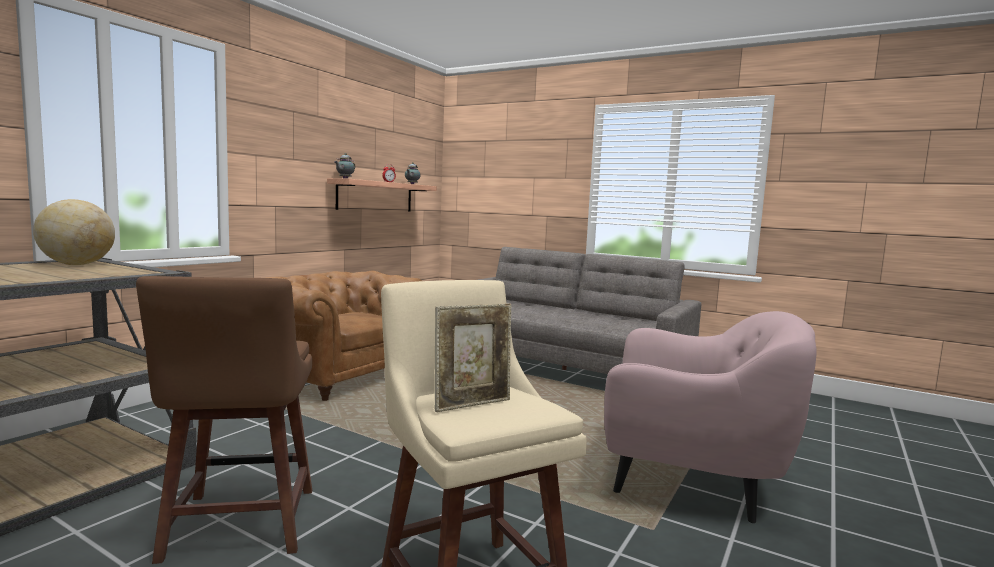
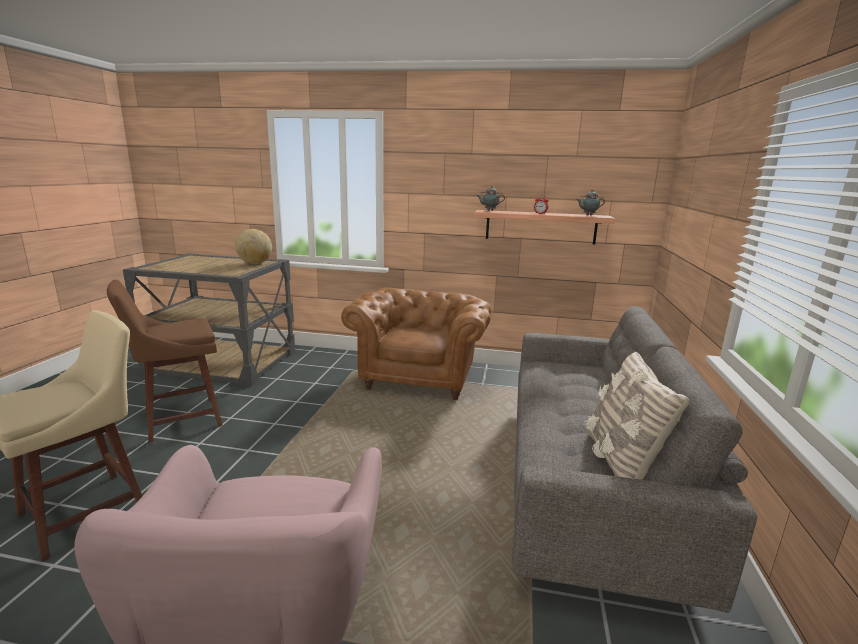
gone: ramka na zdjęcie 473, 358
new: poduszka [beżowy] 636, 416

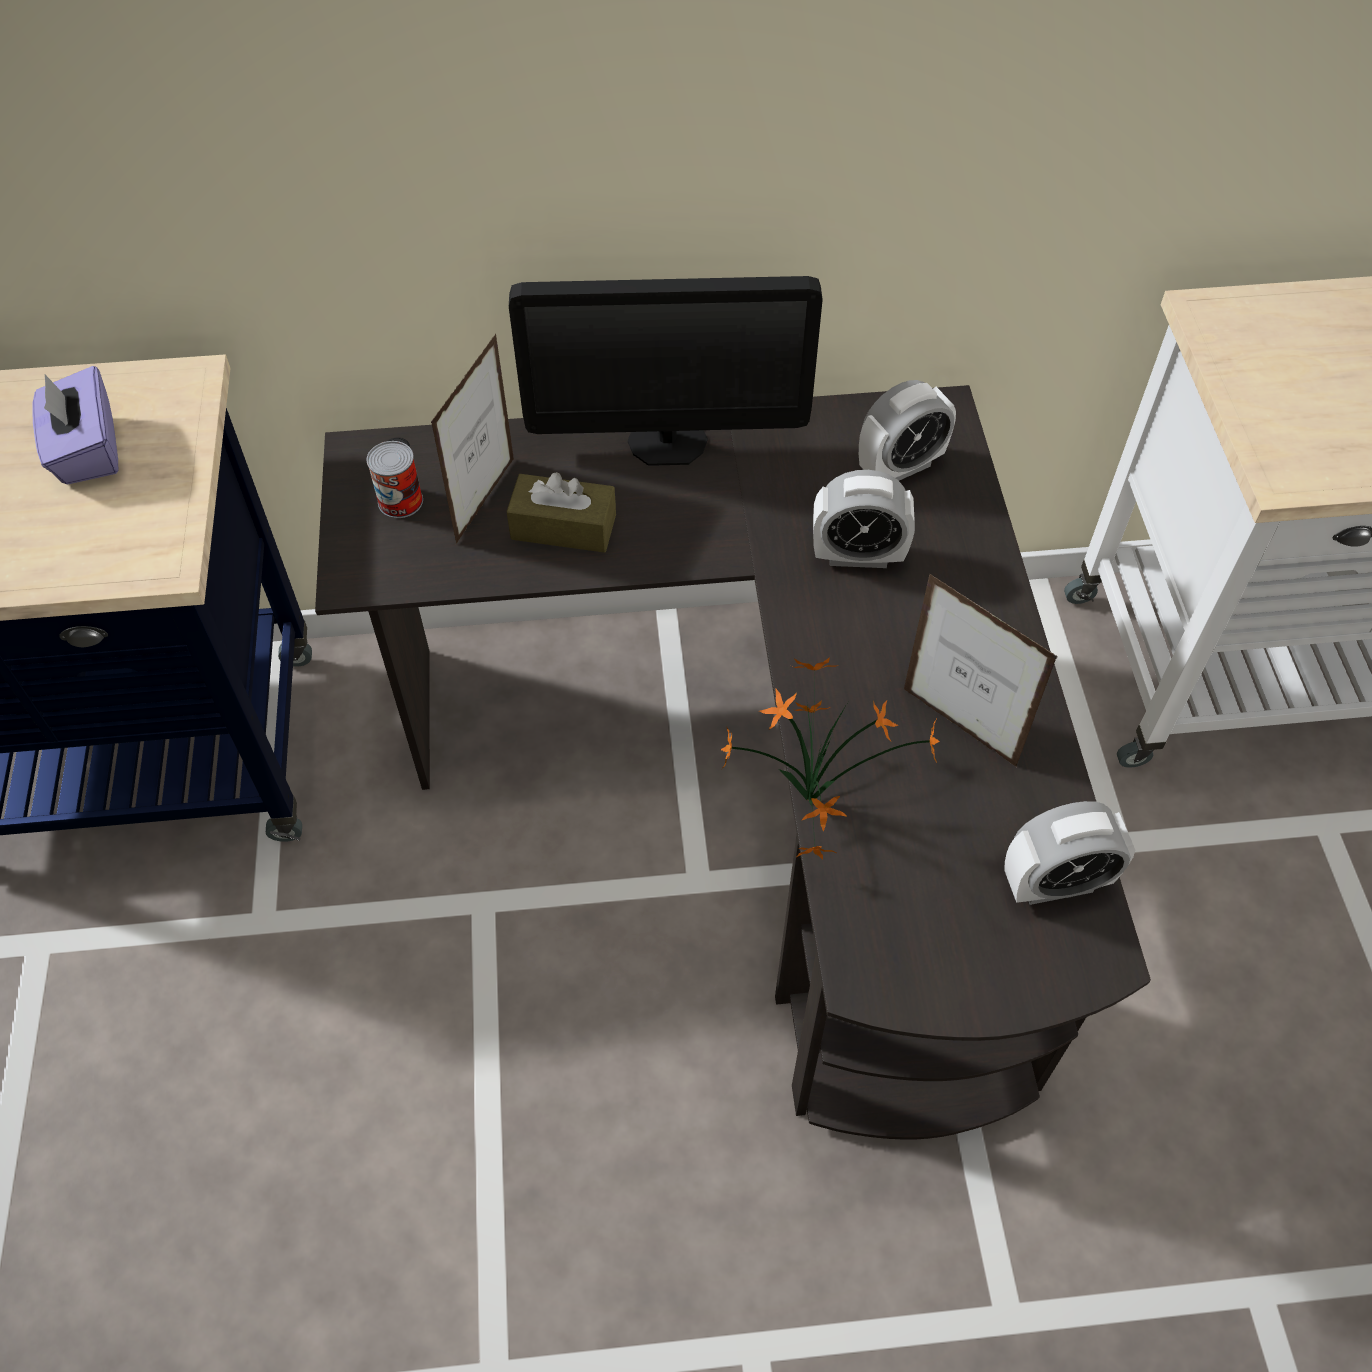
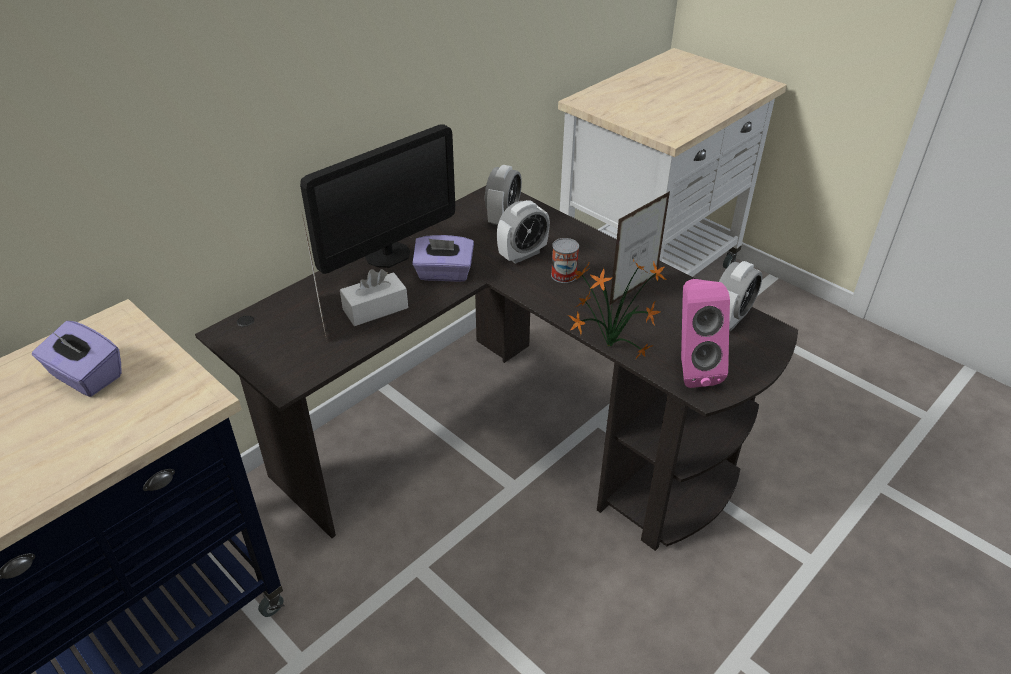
new: pudełko chusteczek [fioletowy] 443, 258; głośnik [różowy] 705, 333
shifted: puszka 394, 479 to 565, 260
repainted: pudełko chusteczek [brązowy] 561, 512 to pudełko chusteczek [biały] 374, 297
rotated: ramka na zdjęcie 981, 670 = 640, 248 45 degrees counterclockwise

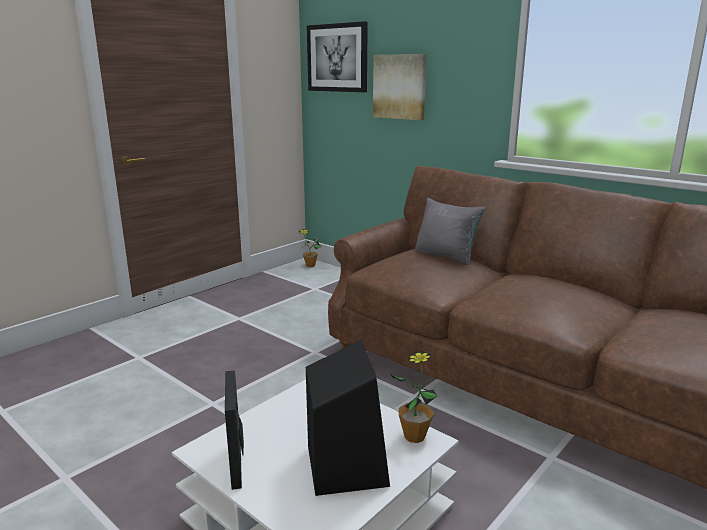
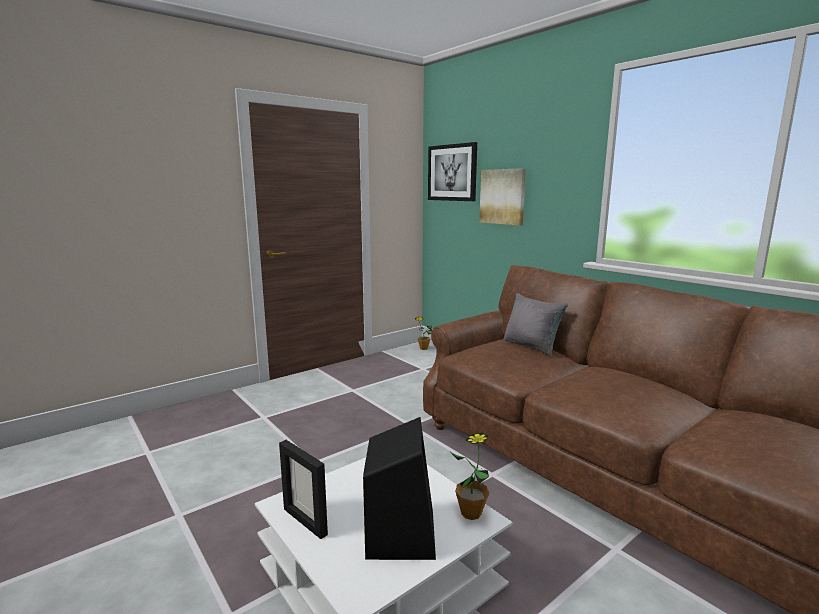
rotated: ramka na zdjęcie 234, 430 = 303, 489 45 degrees counterclockwise

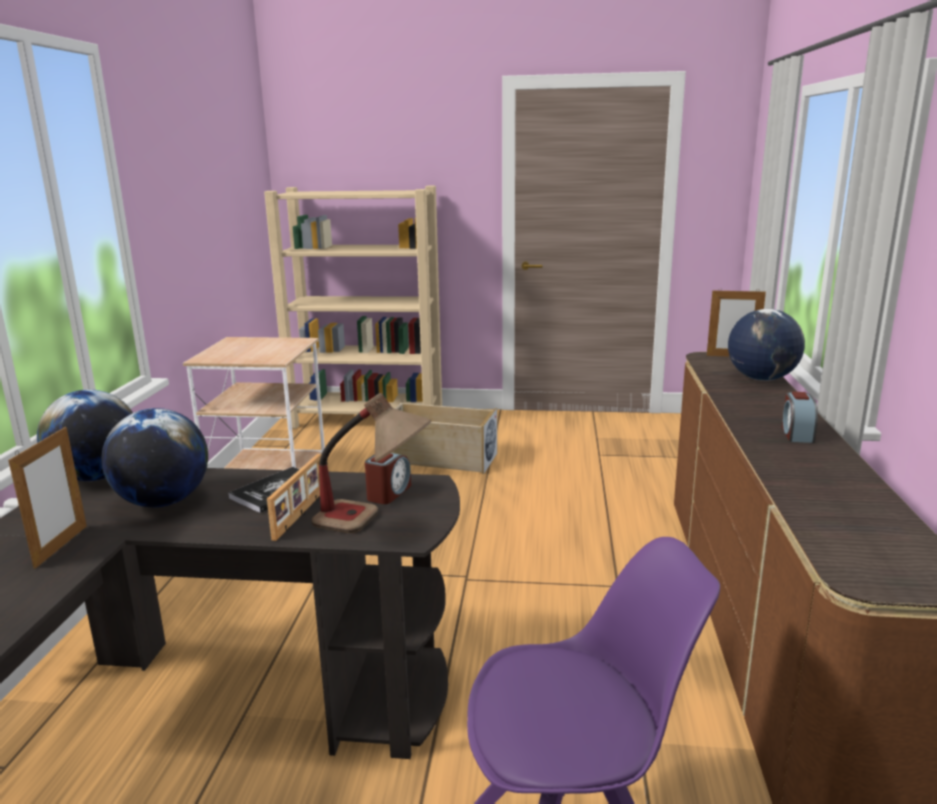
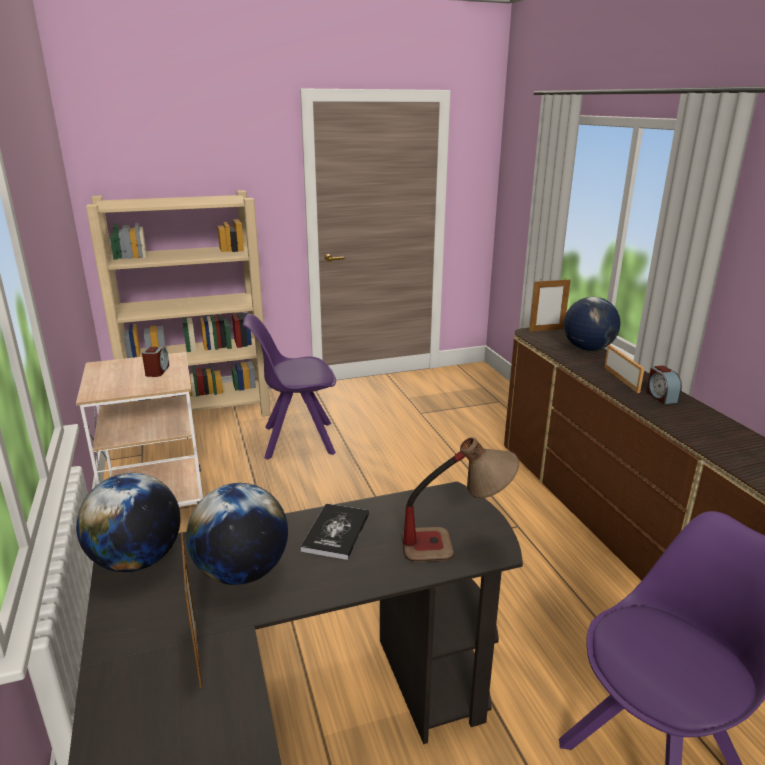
shifted: ramka na zdjęcie 294, 497 to 624, 369; budzik 388, 478 to 155, 362
swapped: pojemnik do przechowywania [beżowy] 444, 438 to krzesło [fioletowy] 289, 387

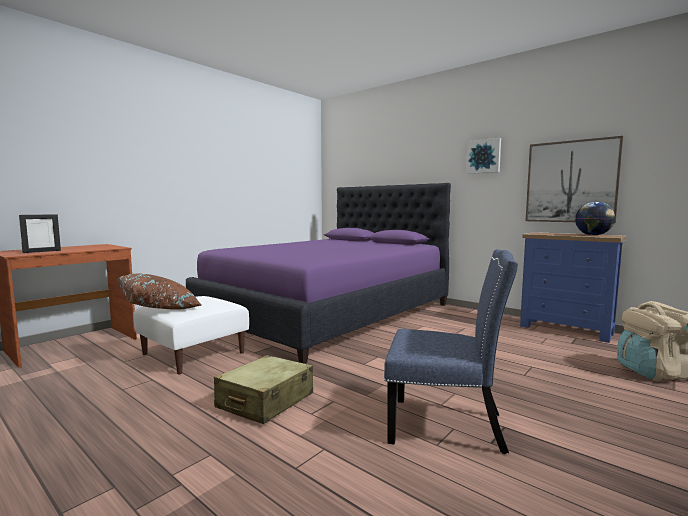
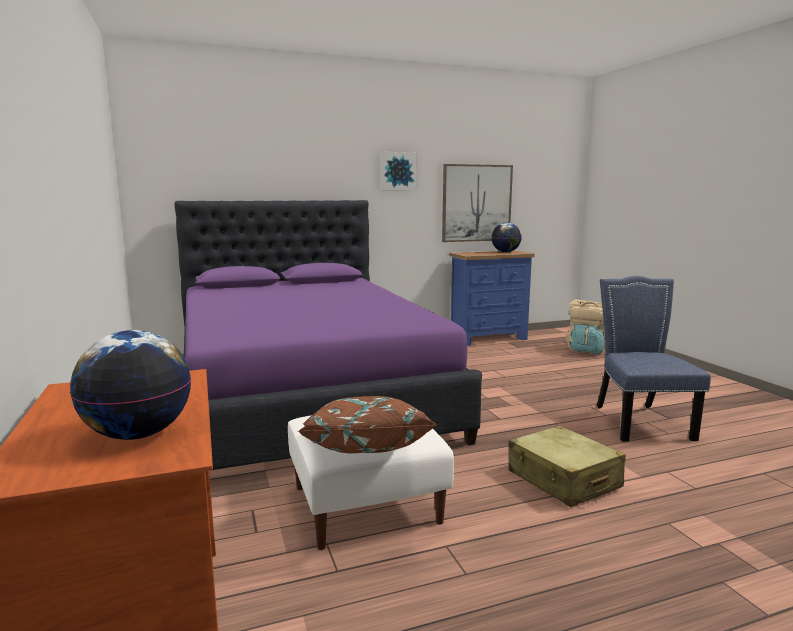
swapped: ramka na zdjęcie 40, 233 to globus 130, 385
rotated: krzesło [niebieski] 451, 351 = 654, 359 45 degrees counterclockwise

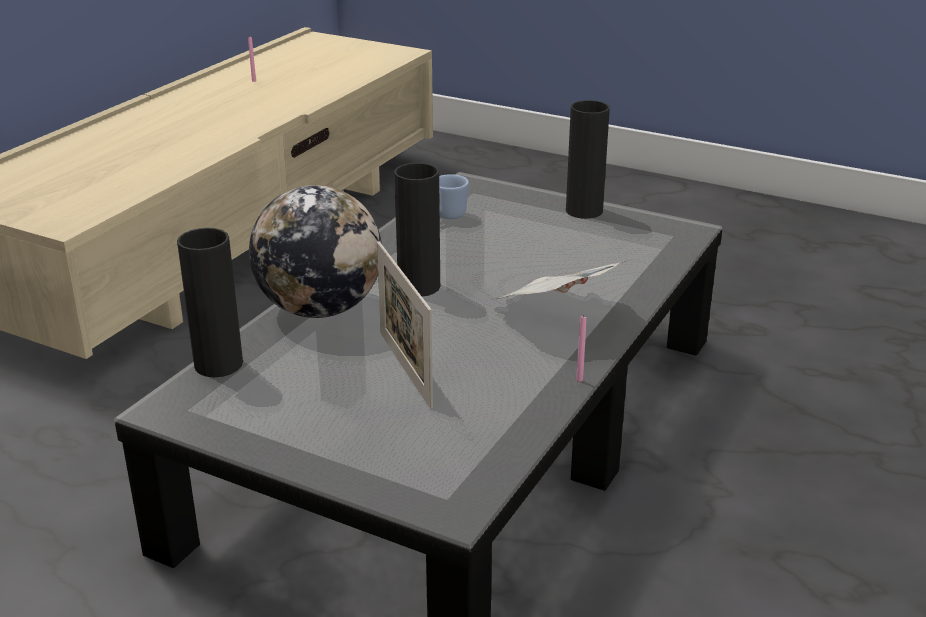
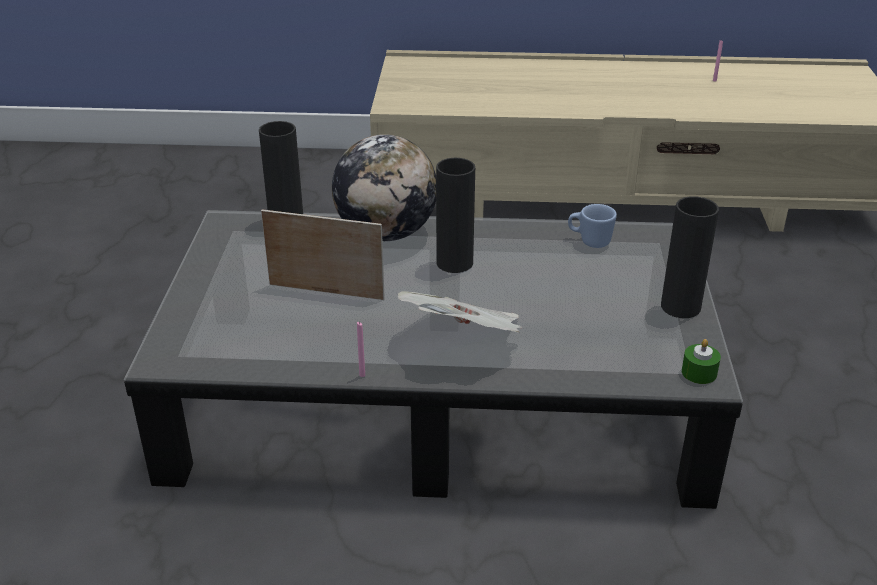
new: świeca [zielony] 701, 361
rotated: ramka na zdjęcie 405, 325 = 323, 254 60 degrees clockwise

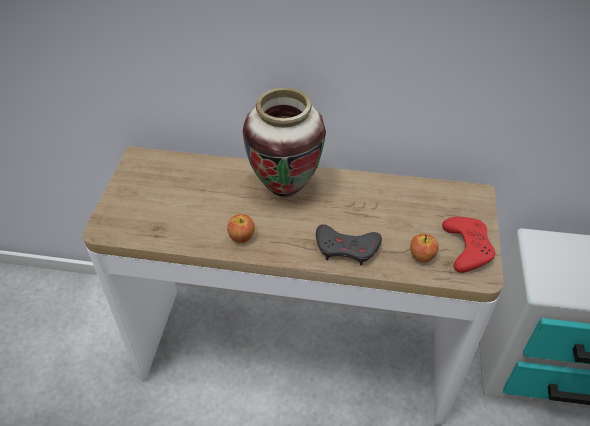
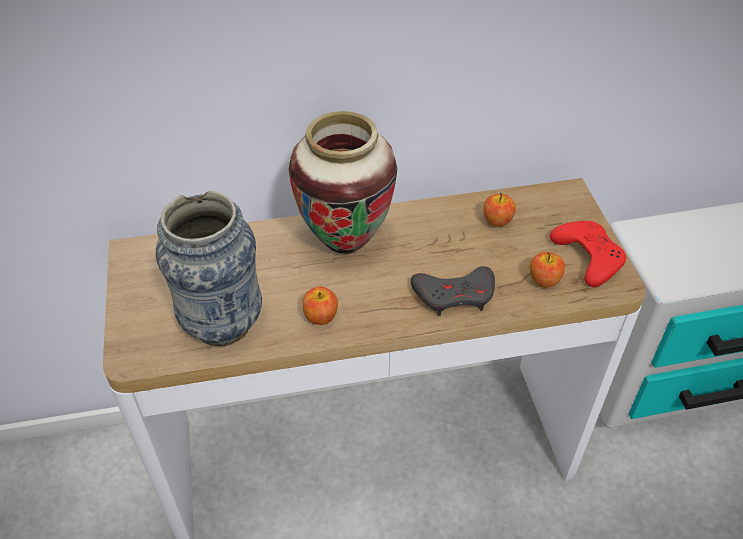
new: wazon 209, 268; jabłko 500, 210

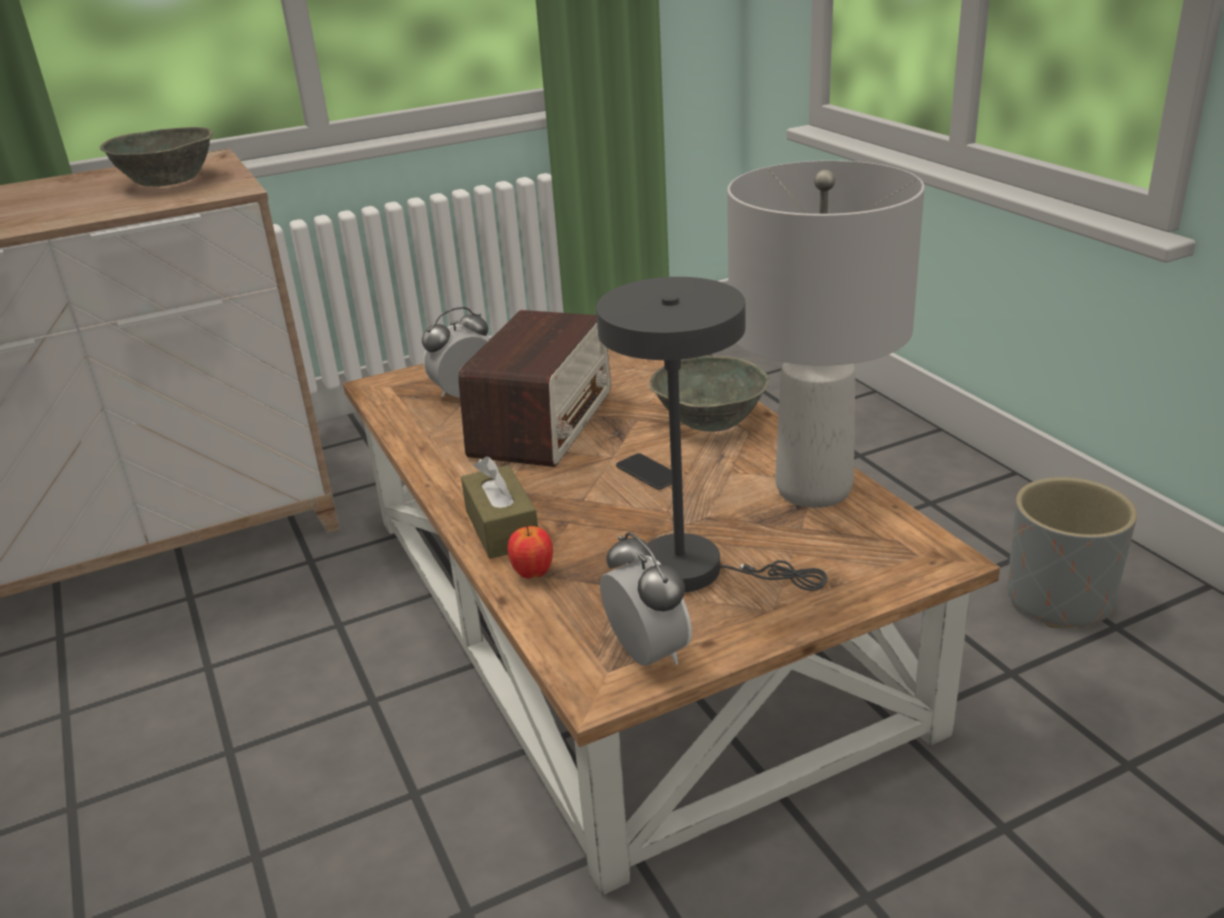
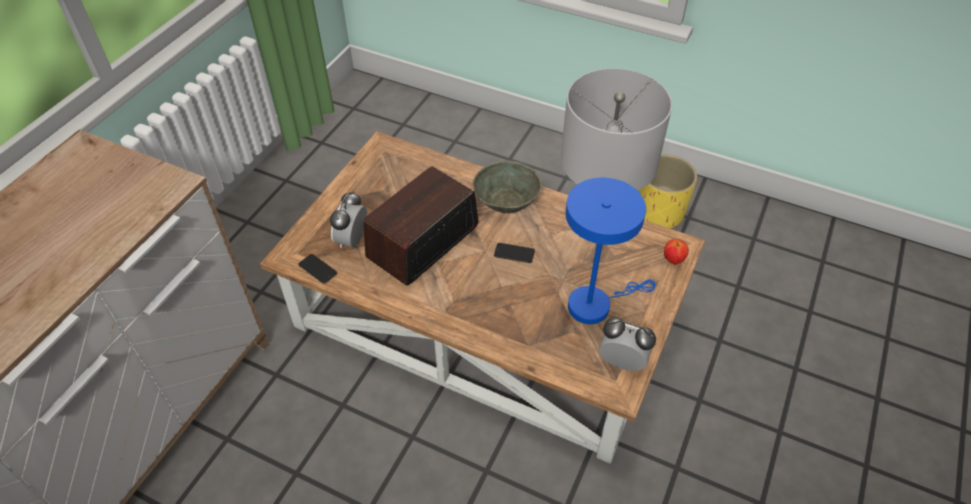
gone: miska [szary] 156, 157; pudełko chusteczek [brązowy] 499, 507
new: telefon 317, 269
shifted: jabłko 530, 552 to 676, 252
repainted: lampa stołowa [szary] 711, 434 to lampa stołowa [niebieski] 611, 251; donica [szary] 1072, 552 to donica [żółty] 667, 191
rotated: radio 534, 388 = 420, 226 120 degrees counterclockwise

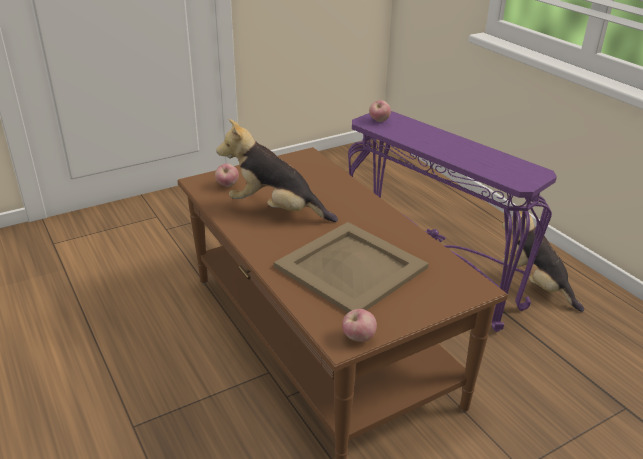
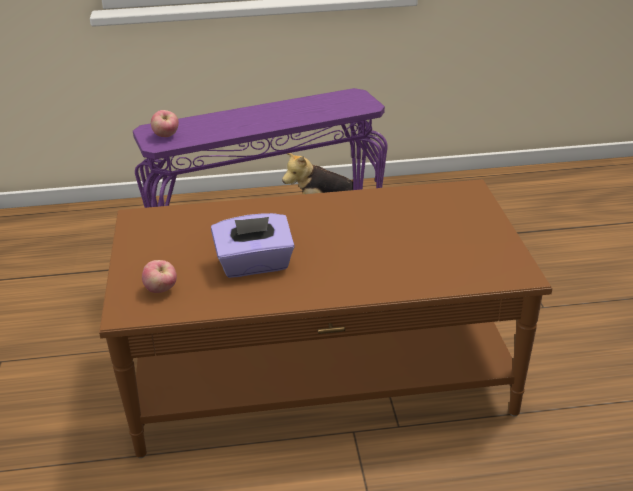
gone: taca [beżowy] 351, 267; jabłko 359, 325
swapped: pluszak 277, 170 to pudełko chusteczek [fioletowy] 253, 245

